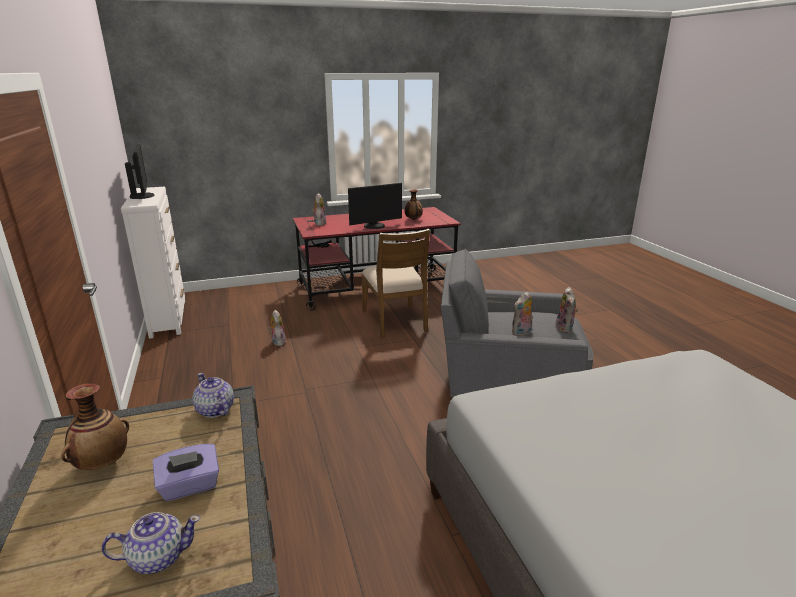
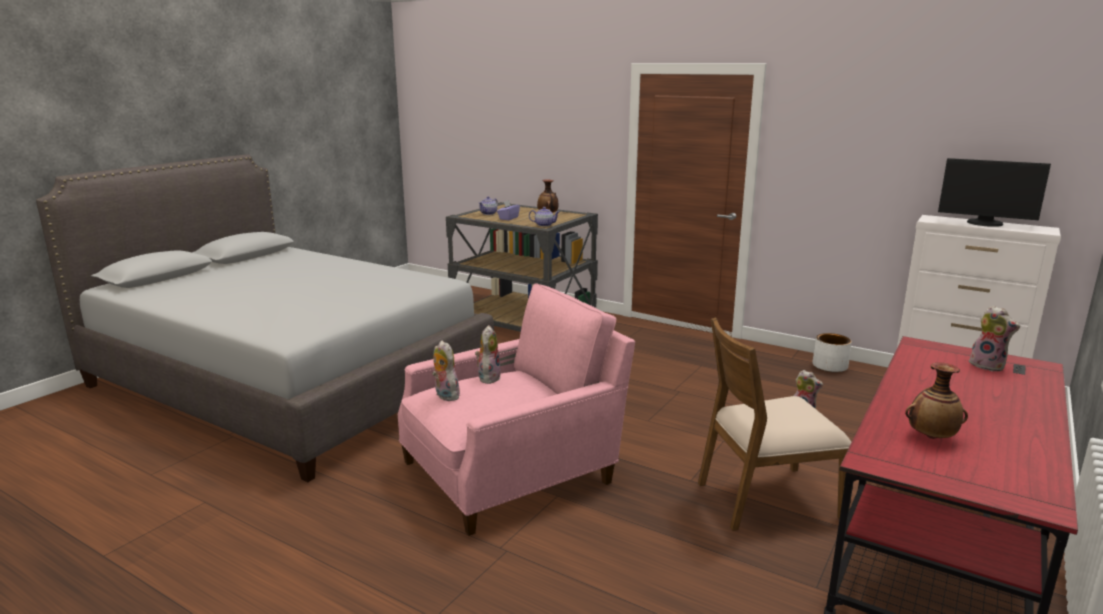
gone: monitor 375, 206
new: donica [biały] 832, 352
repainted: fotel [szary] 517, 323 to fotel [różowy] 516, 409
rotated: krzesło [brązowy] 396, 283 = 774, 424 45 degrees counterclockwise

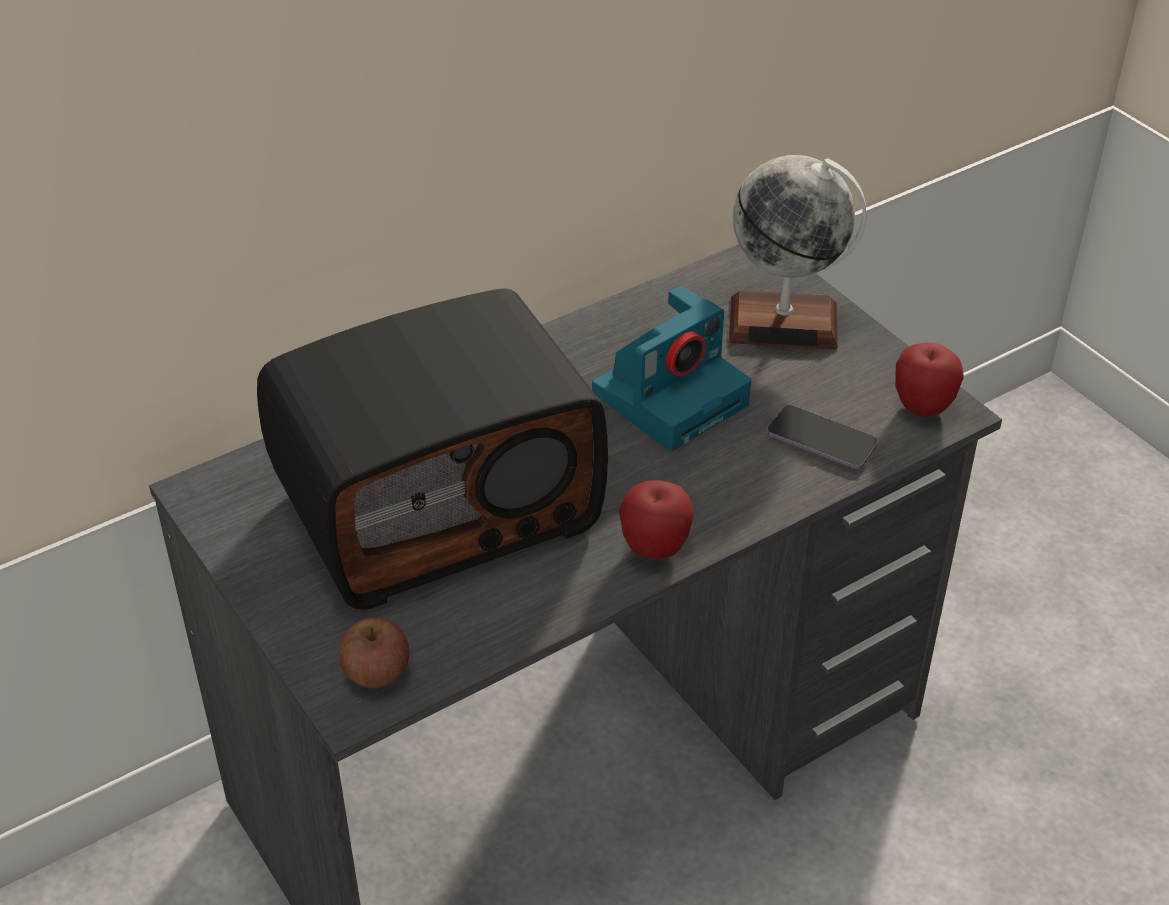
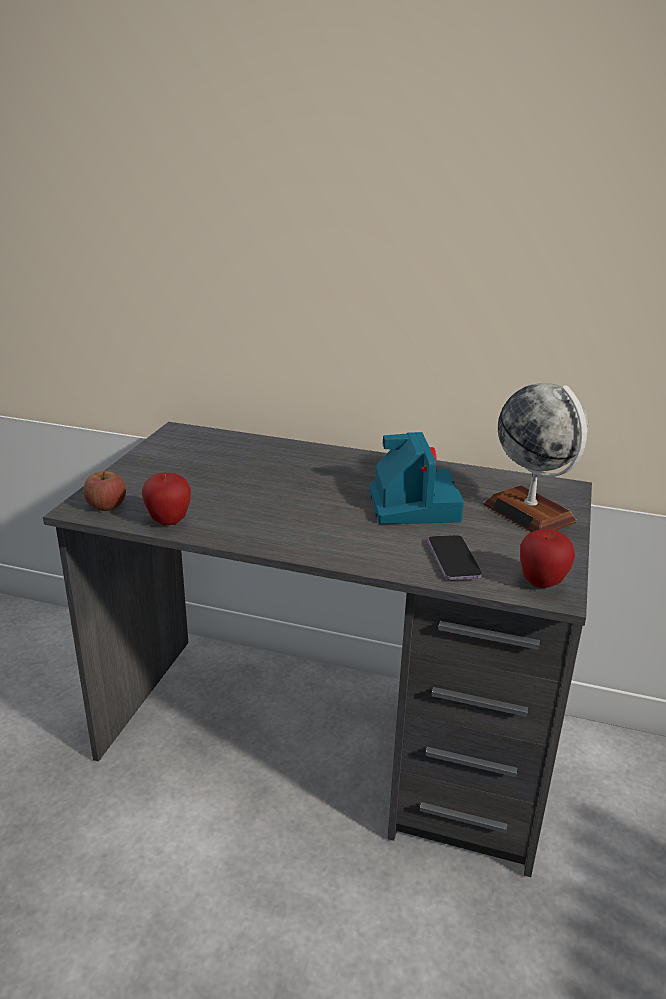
gone: radio 432, 449
shifted: jabłko 657, 519 to 166, 498
rotated: aparat fotograficzny 671, 368 = 416, 478 105 degrees counterclockwise

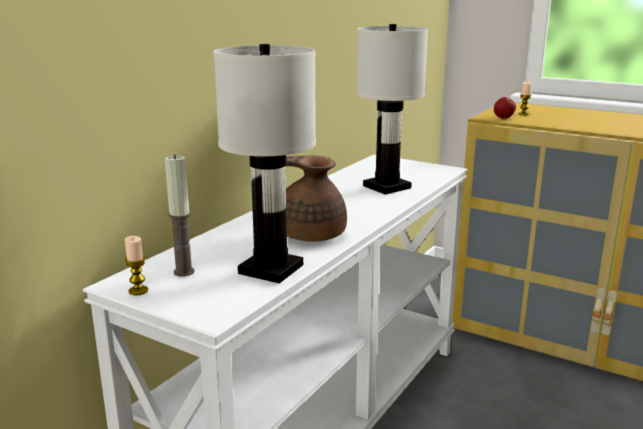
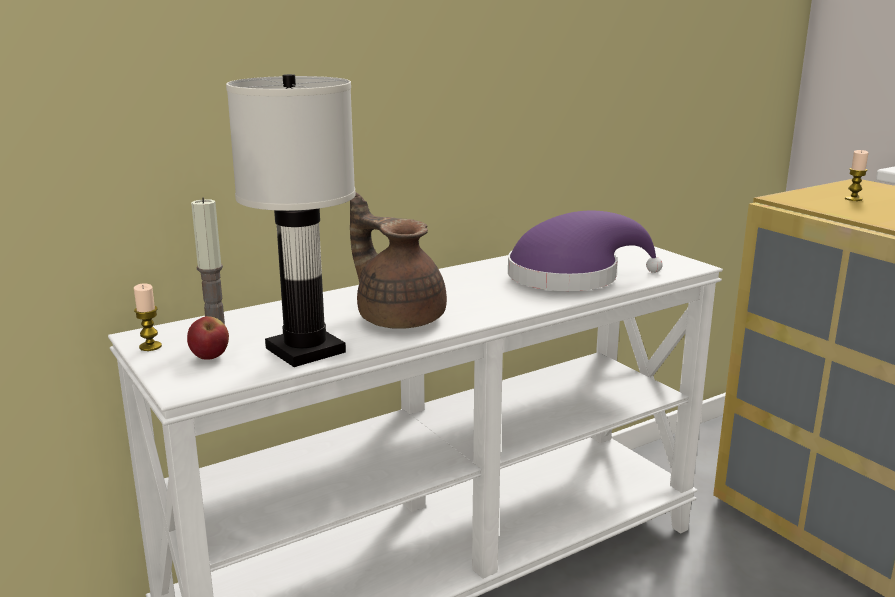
shifted: jabłko 505, 108 to 208, 338
swapped: lampa stołowa [biały] 392, 109 to kapelusz [fioletowy] 585, 251

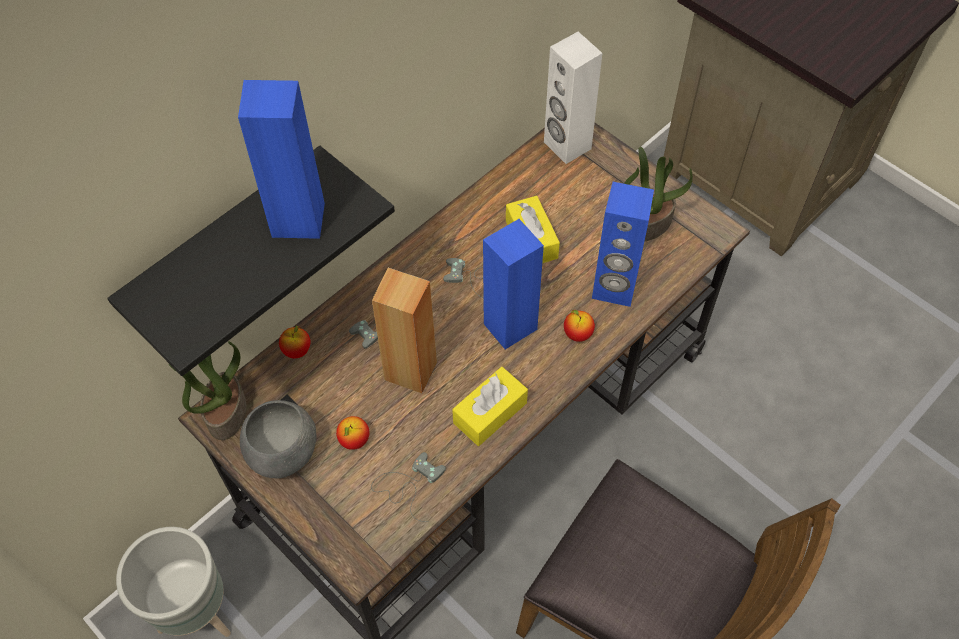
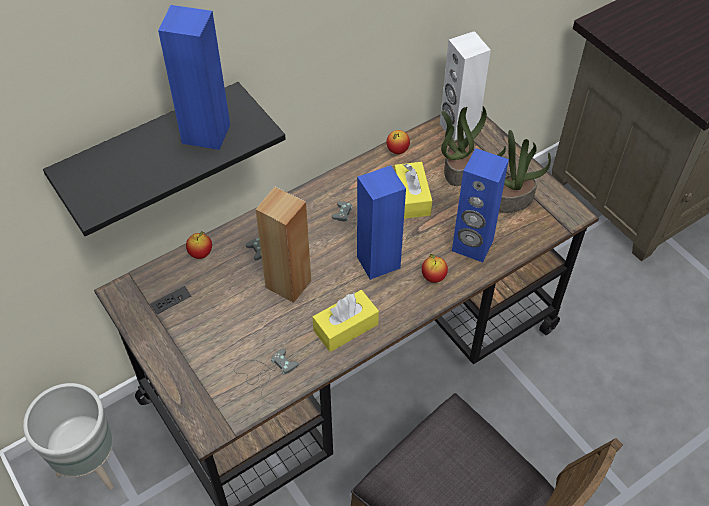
gone: miska [szary] 278, 439
shifted: roślina doniczkowa 207, 390 to 464, 146; jabłko 352, 433 to 398, 142

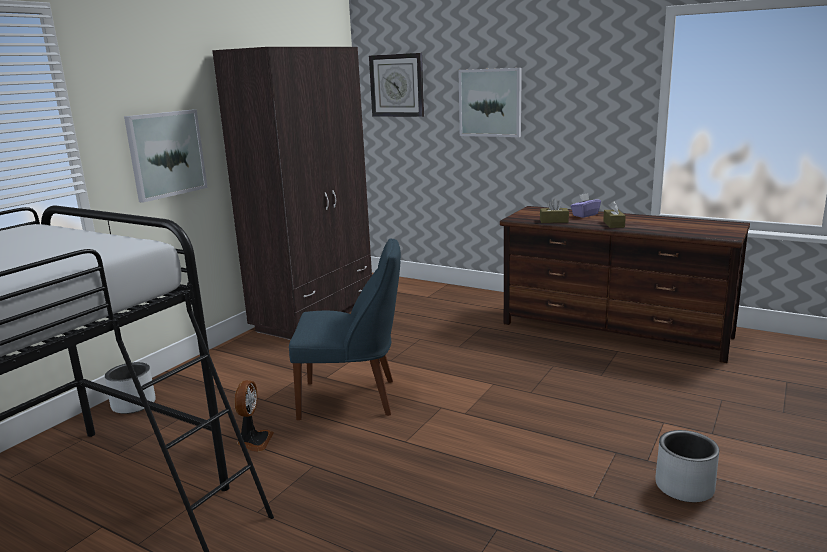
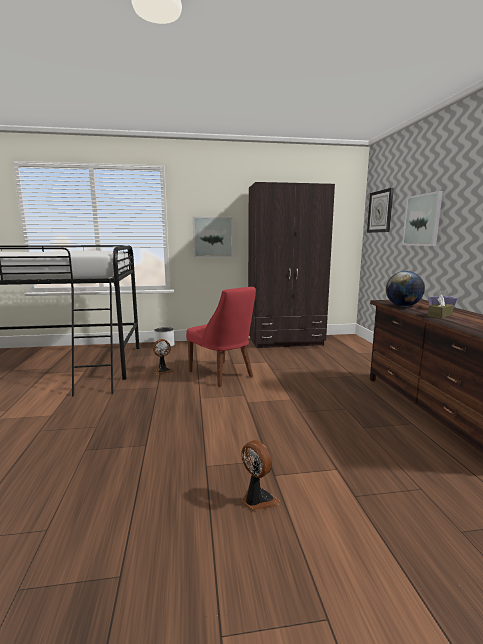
swapped: pudełko chusteczek [brązowy] 554, 211 to globus 405, 289; donica [szary] 687, 466 to wentylator 260, 475
repainted: krzesło [niebieski] 345, 329 to krzesło [czerwony] 221, 337

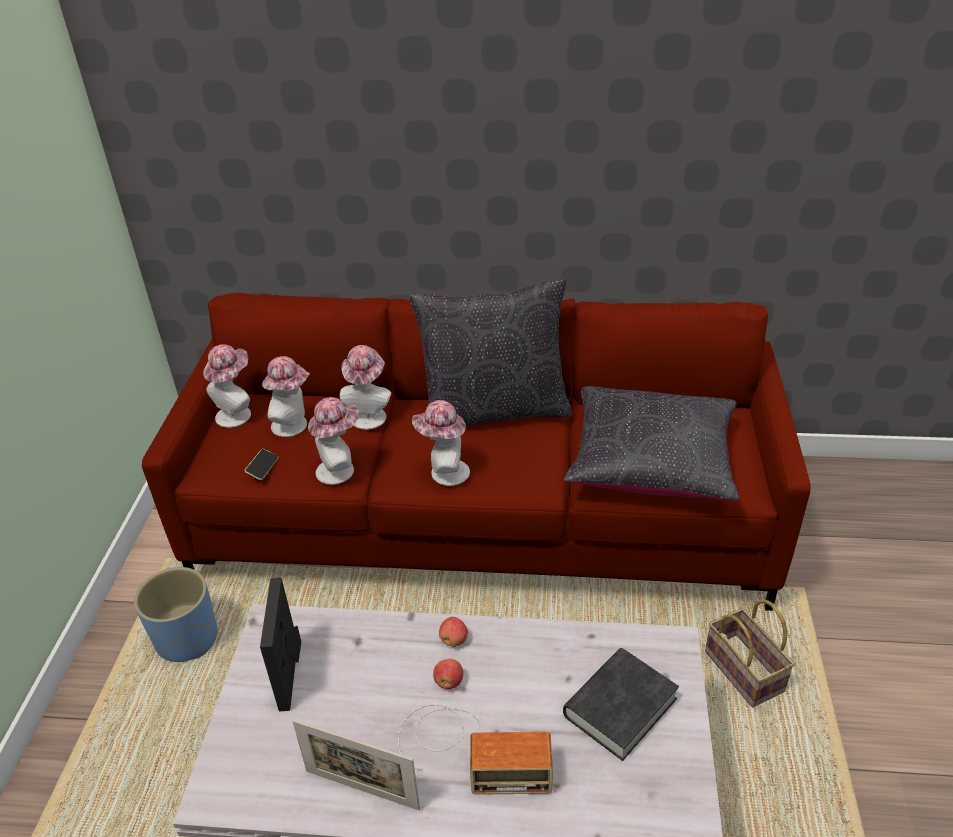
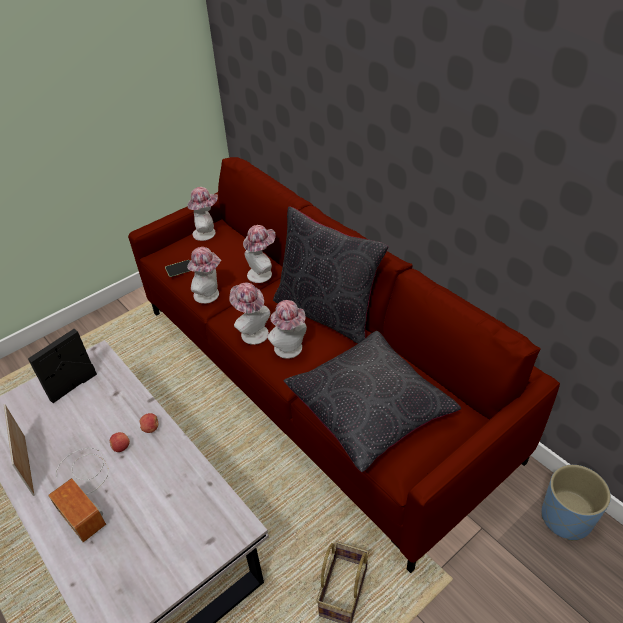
gone: książka [czarny] 621, 704
shifted: donica [niebieski] 176, 614 to 576, 503; kapelusz 285, 396 to 287, 329

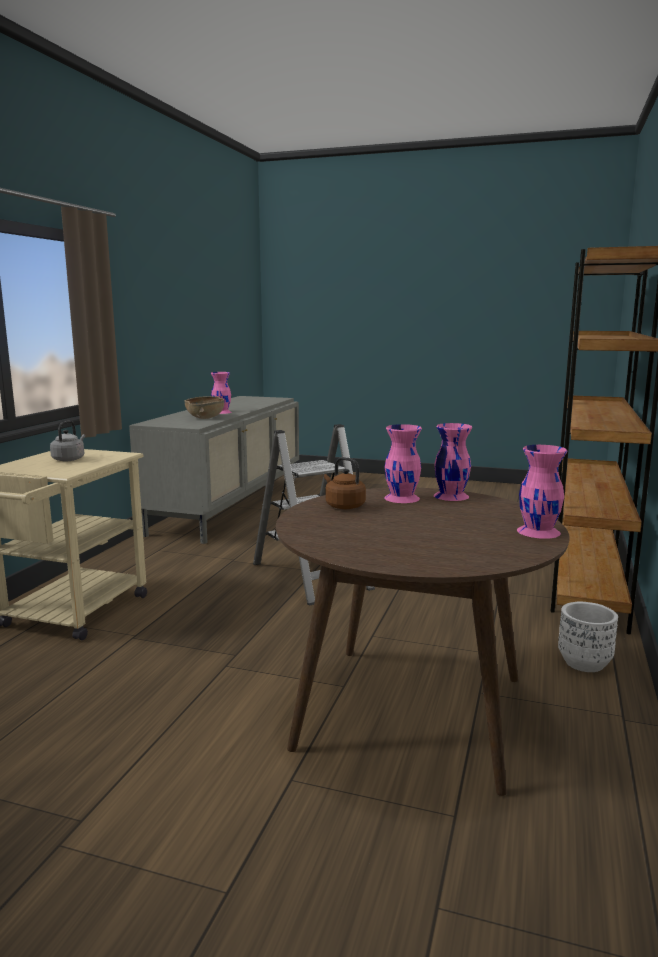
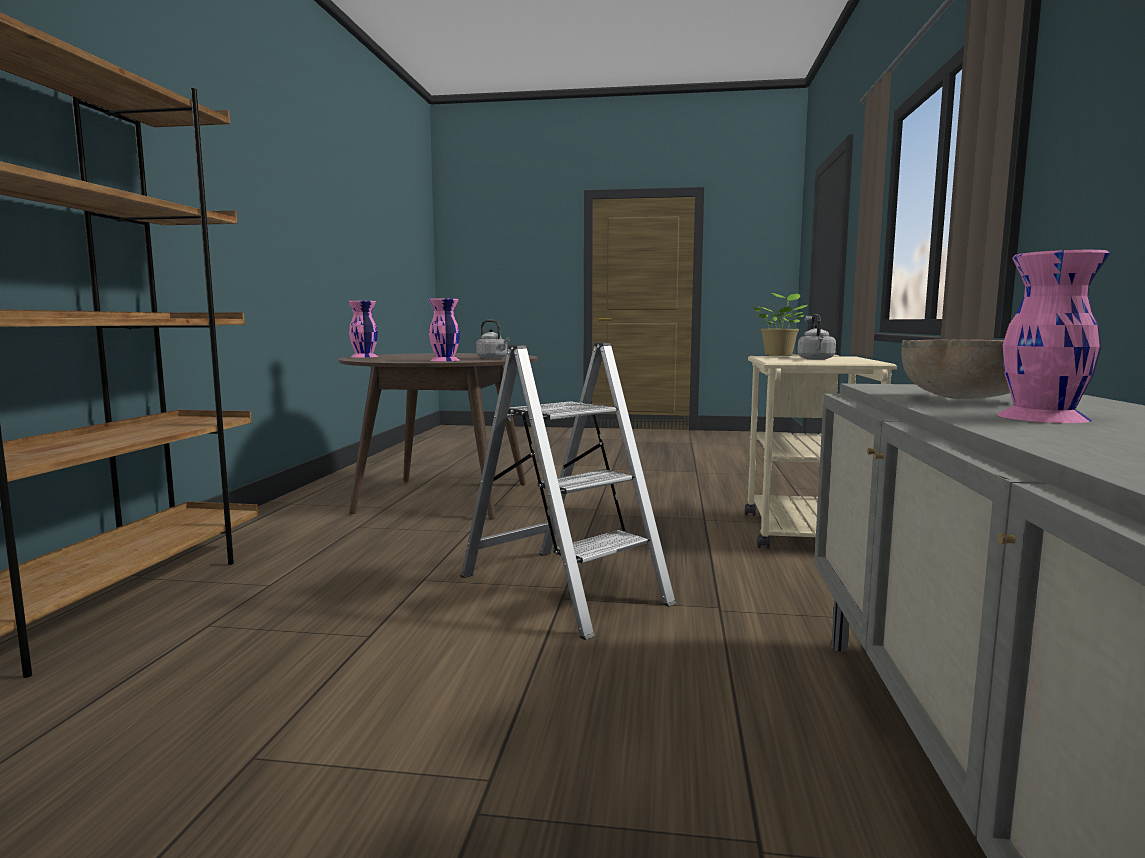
gone: wazon [różowy] 453, 462; donica [biały] 588, 637
new: roślina doniczkowa 780, 324
repainted: czajnik [brązowy] 345, 483 to czajnik [szary] 493, 339

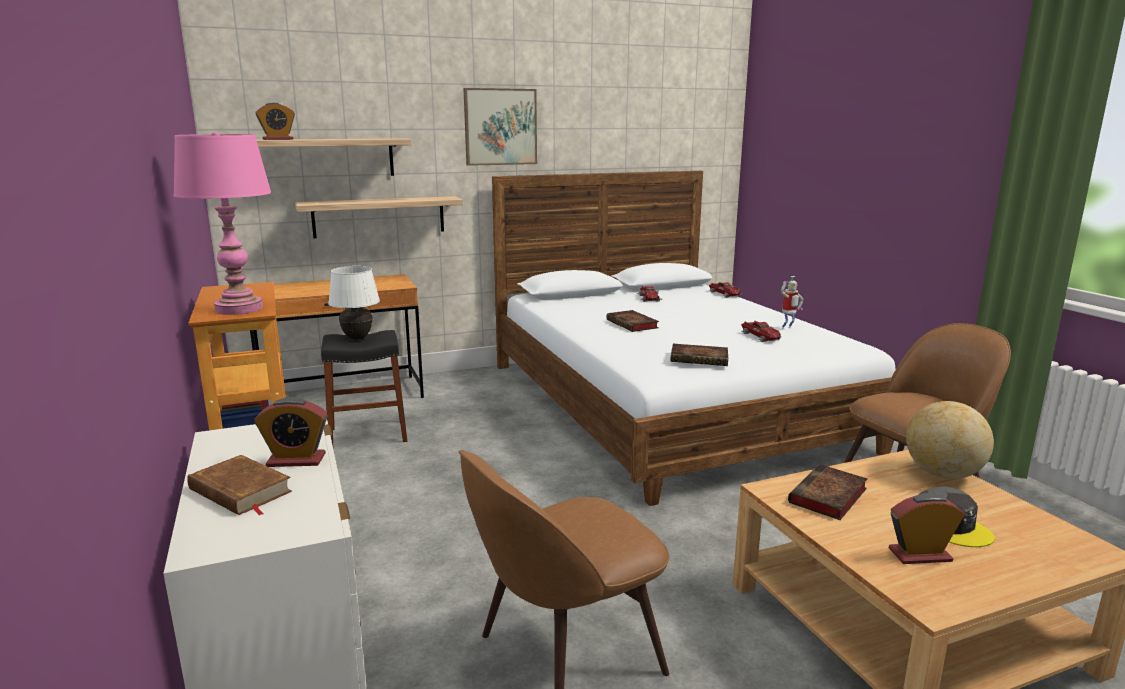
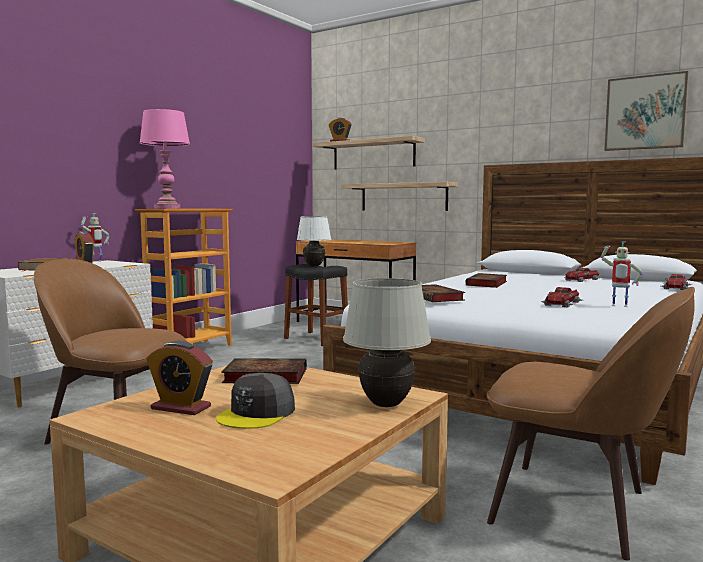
new: robot zabawkowy 95, 237
shifted: obraz 500, 127 to 646, 111
swapped: globus 950, 440 to lampa stołowa [biały] 387, 342
rotated: budzik 927, 528 = 179, 378 150 degrees clockwise

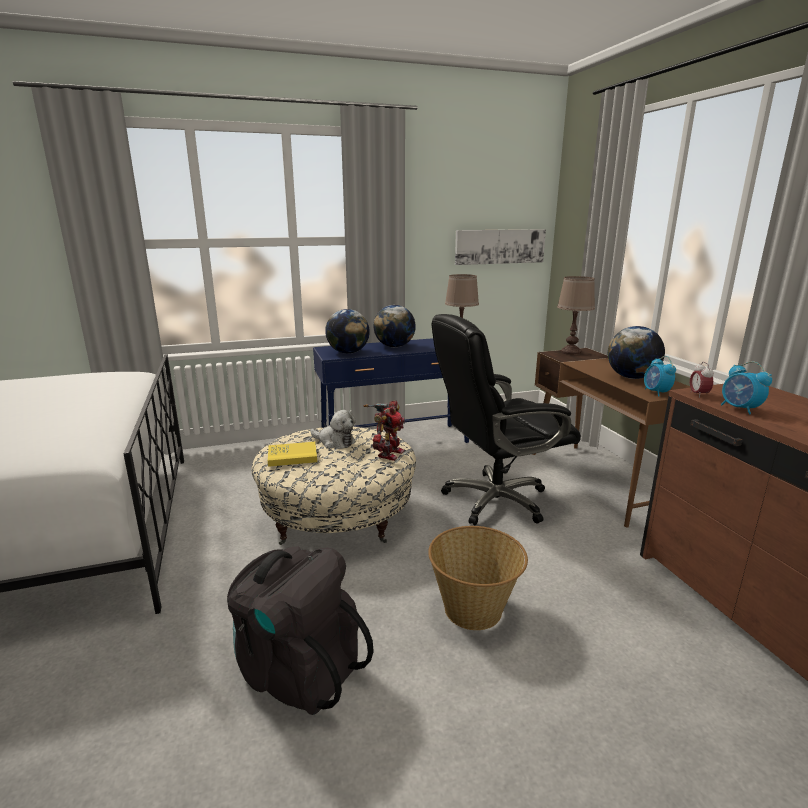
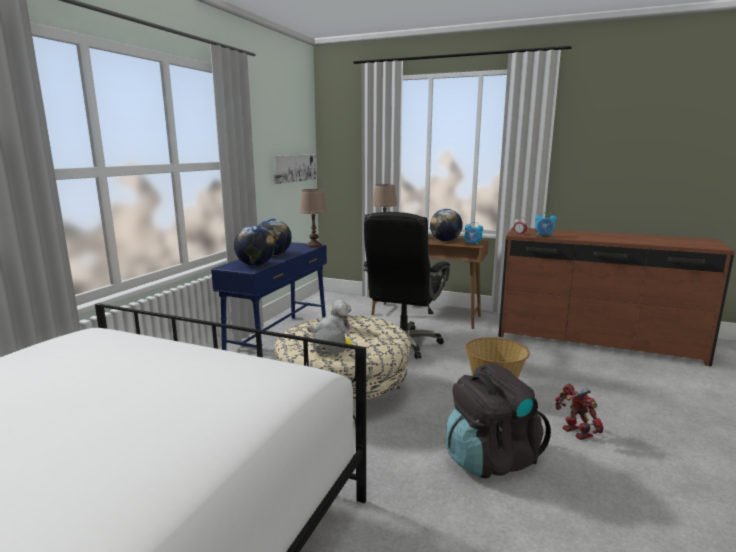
shifted: robot zabawkowy 384, 431 to 579, 411
swapped: książka [żółty] 292, 454 to czapka z daszkiem [szary] 332, 341

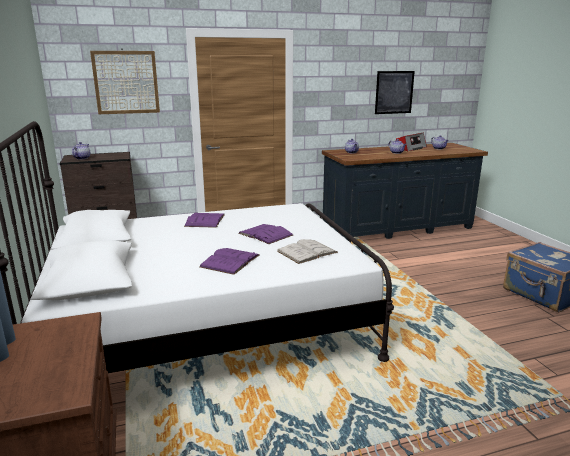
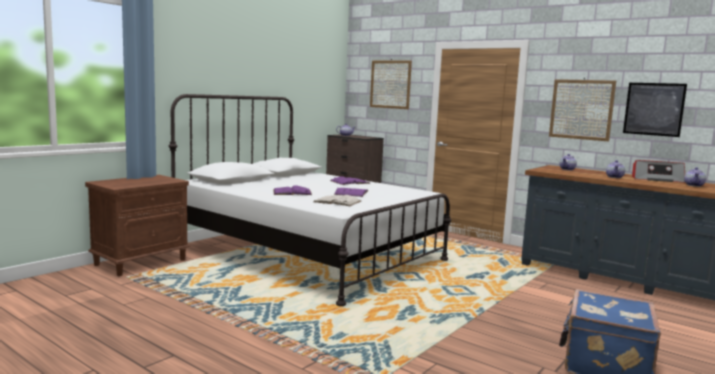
new: obraz 582, 110

